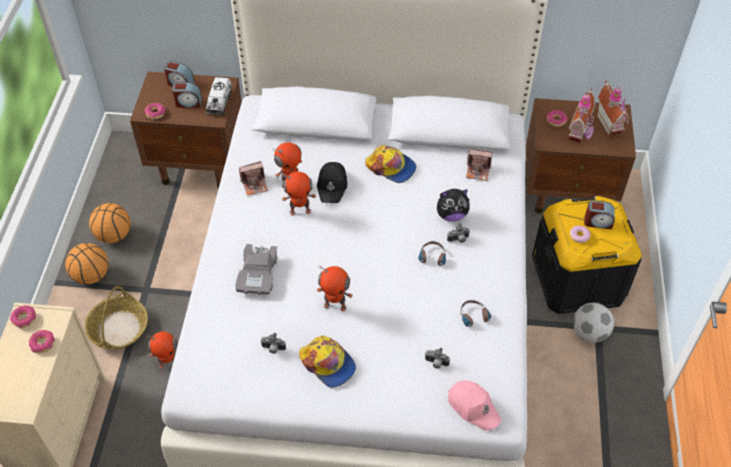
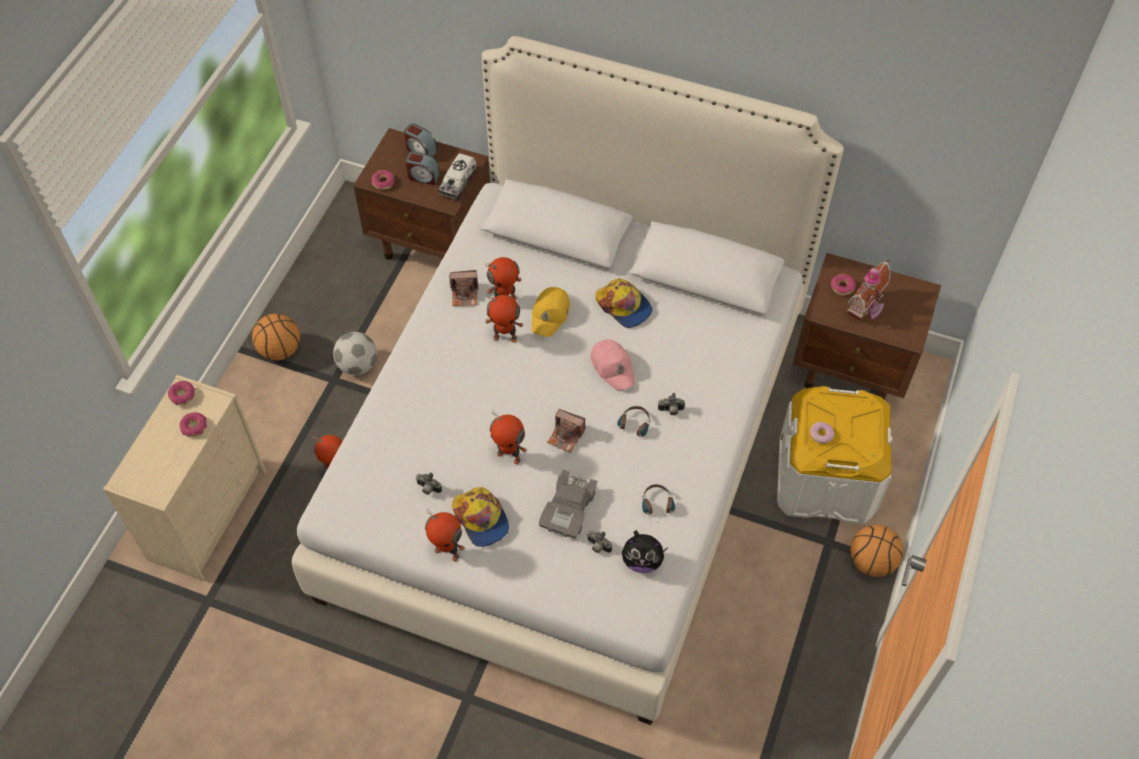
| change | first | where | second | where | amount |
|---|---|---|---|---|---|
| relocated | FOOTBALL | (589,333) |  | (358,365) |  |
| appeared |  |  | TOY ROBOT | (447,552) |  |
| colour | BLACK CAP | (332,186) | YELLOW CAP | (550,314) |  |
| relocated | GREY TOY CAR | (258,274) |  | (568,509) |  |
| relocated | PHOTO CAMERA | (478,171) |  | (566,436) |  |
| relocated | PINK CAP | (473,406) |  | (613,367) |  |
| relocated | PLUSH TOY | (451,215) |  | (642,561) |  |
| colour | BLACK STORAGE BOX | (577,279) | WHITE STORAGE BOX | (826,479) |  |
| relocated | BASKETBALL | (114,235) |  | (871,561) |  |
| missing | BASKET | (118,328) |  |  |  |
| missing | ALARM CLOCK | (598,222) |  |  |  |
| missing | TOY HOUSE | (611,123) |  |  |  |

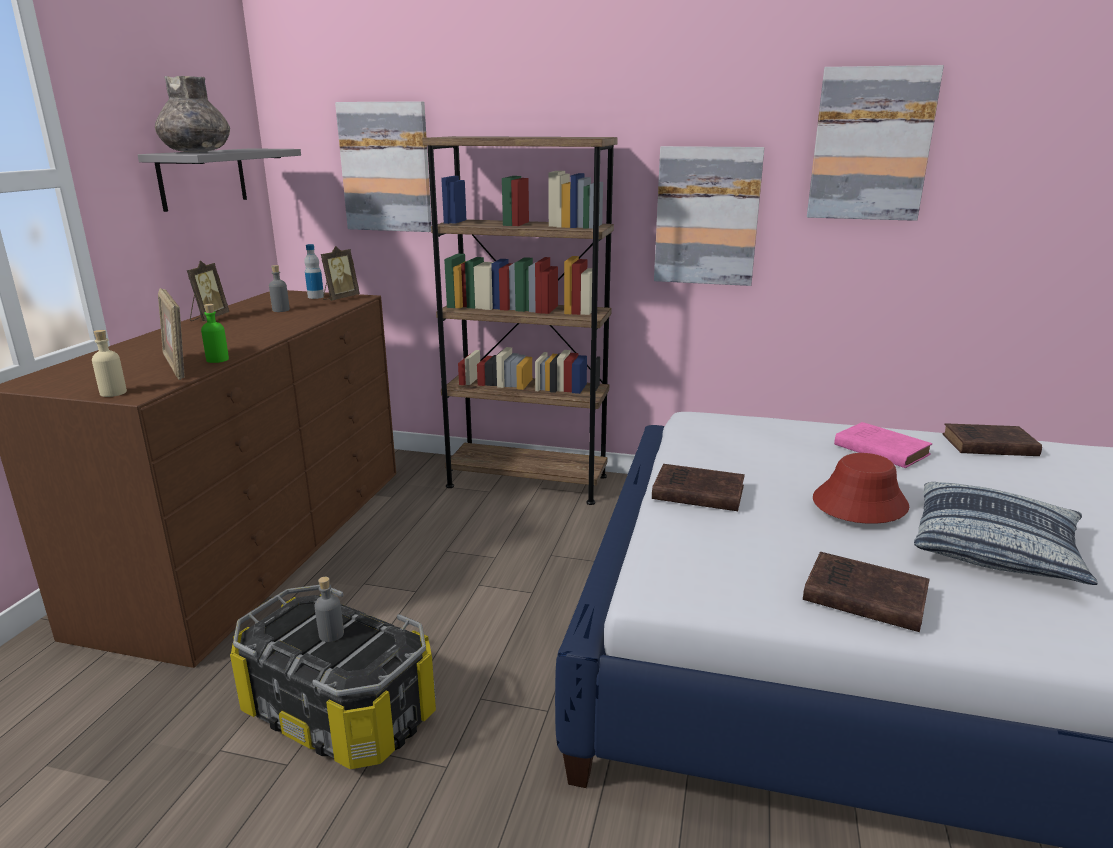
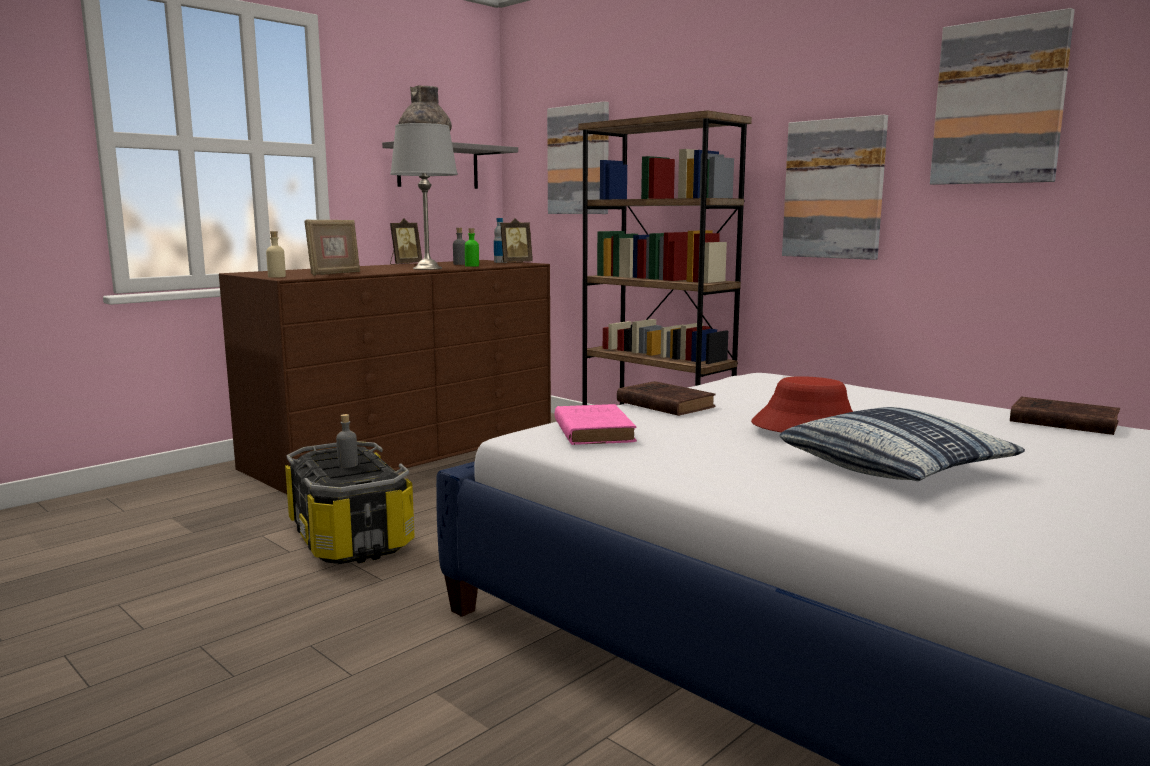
| change | first | where | second | where | amount |
|---|---|---|---|---|---|
| spun | PICTURE FRAME | (177,367) |  | (334,273) | 150 degrees counterclockwise |
| appeared |  |  | GREY TABLE LAMP | (427,268) |  |
| relocated | GREEN BOTTLE | (217,359) |  | (472,266) |  |
| relocated | PINK BOOK | (879,449) |  | (593,430) |  |
| missing | BROWN BOOK | (861,596) |  |  |  |

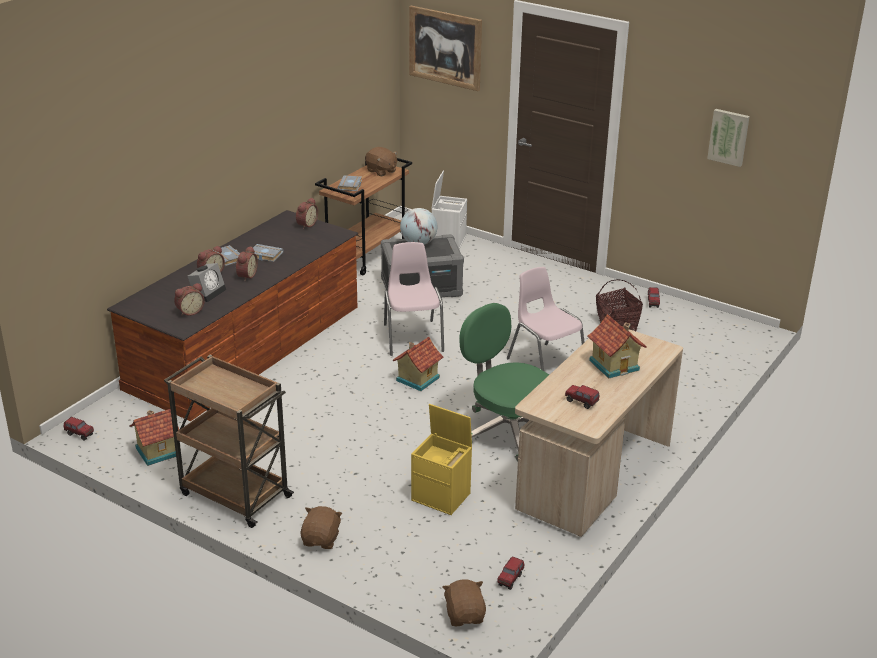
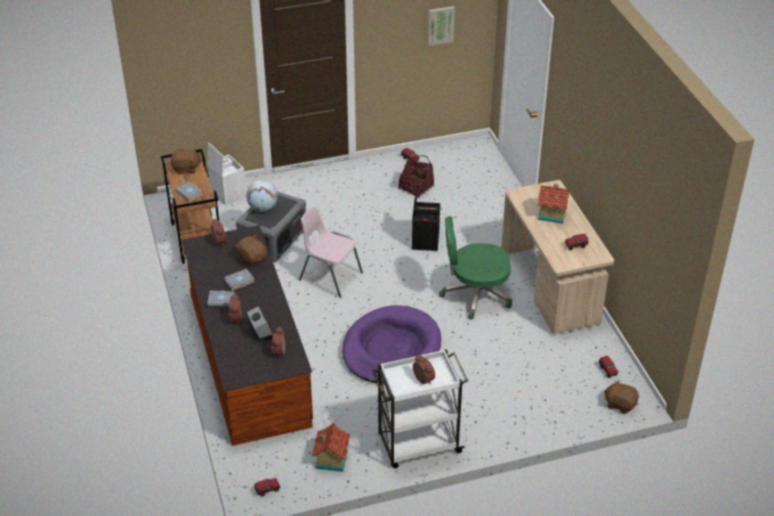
| change | first | where | second | where | amount |
|---|---|---|---|---|---|
| relocated | BROWN PLUSH TOY | (321,539) |  | (252,258) |  |
| appeared |  |  | PURPLE DOG BED | (391,349) |  |
| colour | BROWN CART | (234,494) | WHITE CART | (417,444) |  |
| exchanged | PINK CHAIR | (545,364) | BLACK STORAGE BOX | (425,240) |  |
| relocated | ALARM CLOCK | (246,276) |  | (422,379) |  |
| missing | TOY HOUSE | (416,379) |  |  |  |
| missing | PICTURE | (445,47) |  |  |  |
| missing | YELLOW STORAGE BOX | (442,496) |  |  |  |

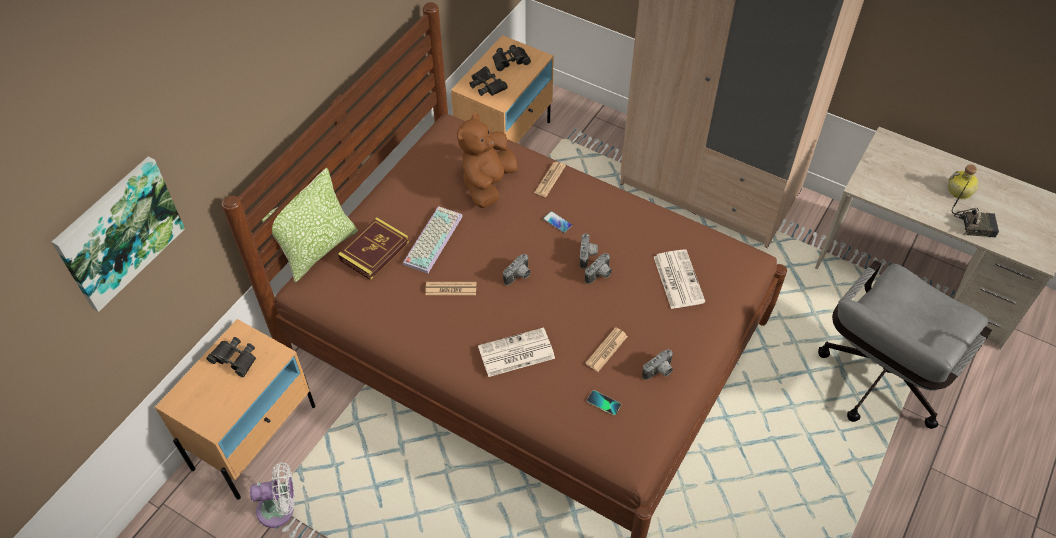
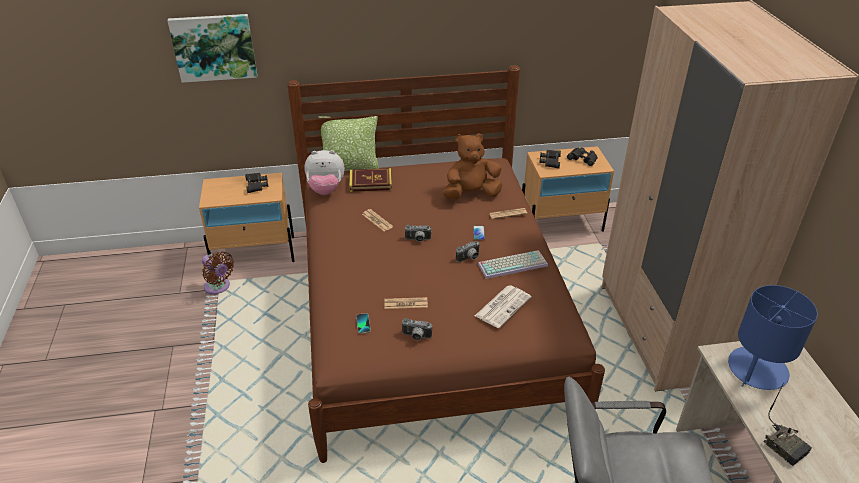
| change | first | where | second | where | amount |
|---|---|---|---|---|---|
| colour | WHITE FAN | (280,509) | BROWN FAN | (218,287) |  |
| appeared |  |  | PLUSH TOY | (326,190) |  |
| relocated | KEYBOARD | (432,238) |  | (513,264) |  |
| appeared |  |  | BLUE TABLE LAMP | (757,369) |  |
| missing | NEWSPAPER | (515,353) |  |  |  |
| missing | PHOTO CAMERA | (600,276) |  |  |  |
| missing | BOTTLE | (960,191) |  |  |  |

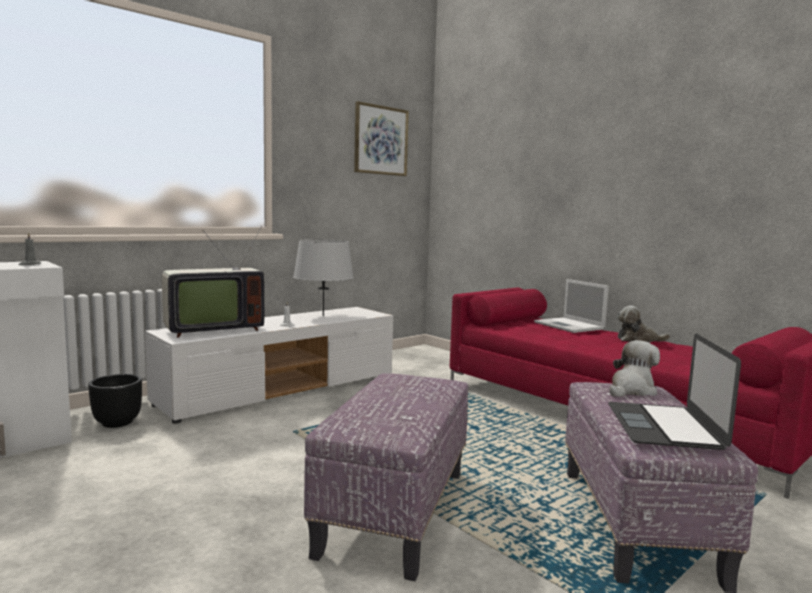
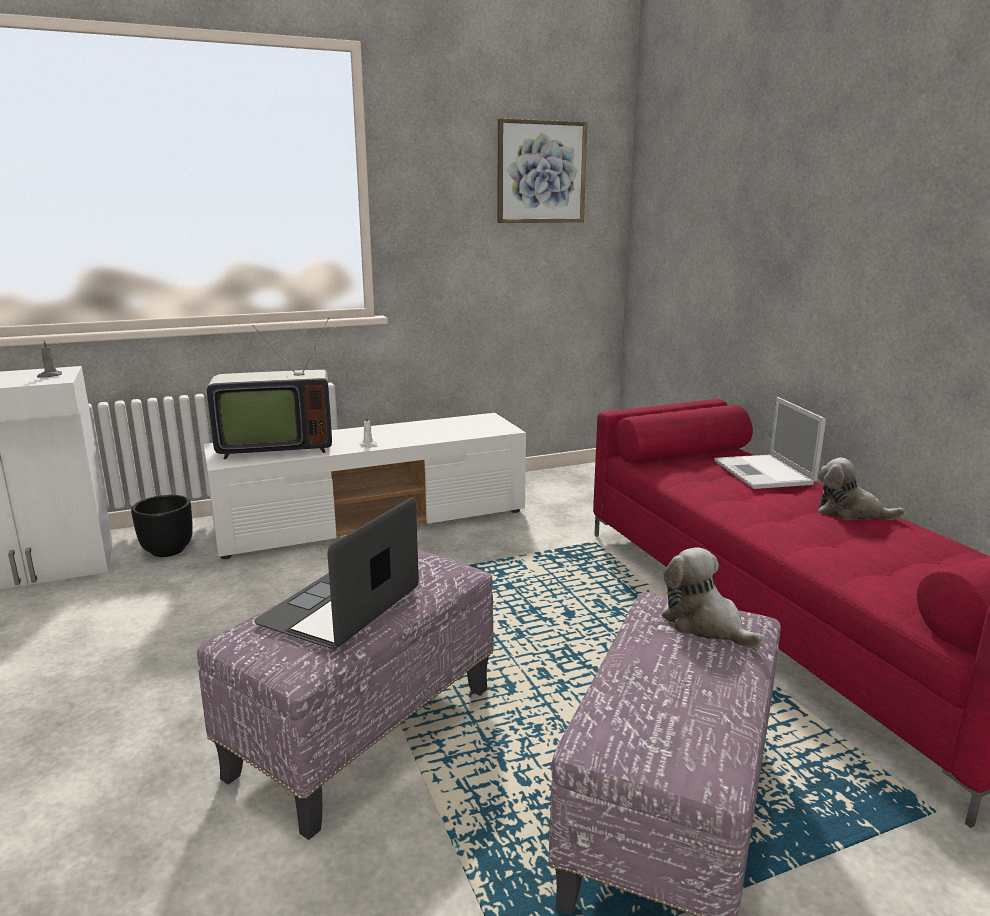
| change | first | where | second | where | amount |
|---|---|---|---|---|---|
| relocated | LAPTOP | (664,425) |  | (340,606) |  |
| spun | PLUSH TOY | (631,390) |  | (705,624) | 105 degrees counterclockwise |
| missing | GREY TABLE LAMP | (323,315) |  |  |  |

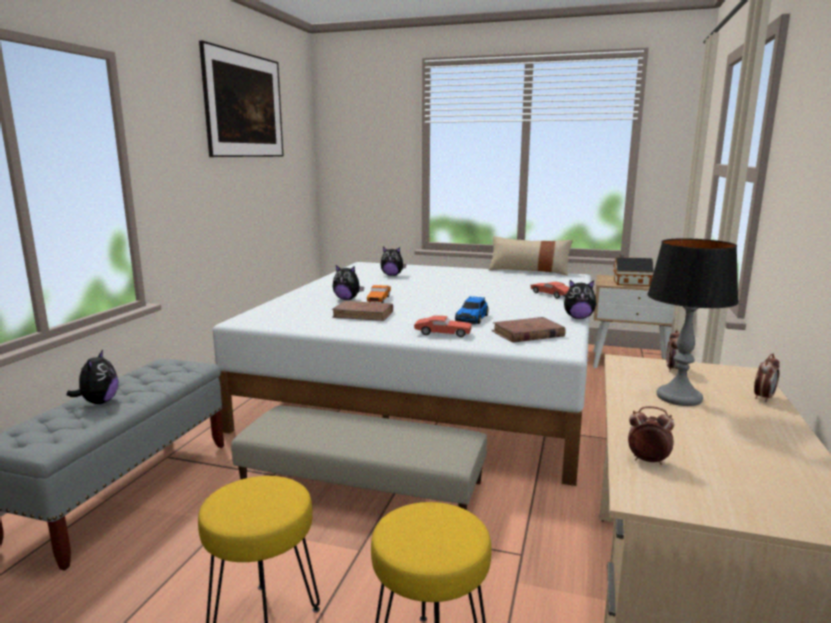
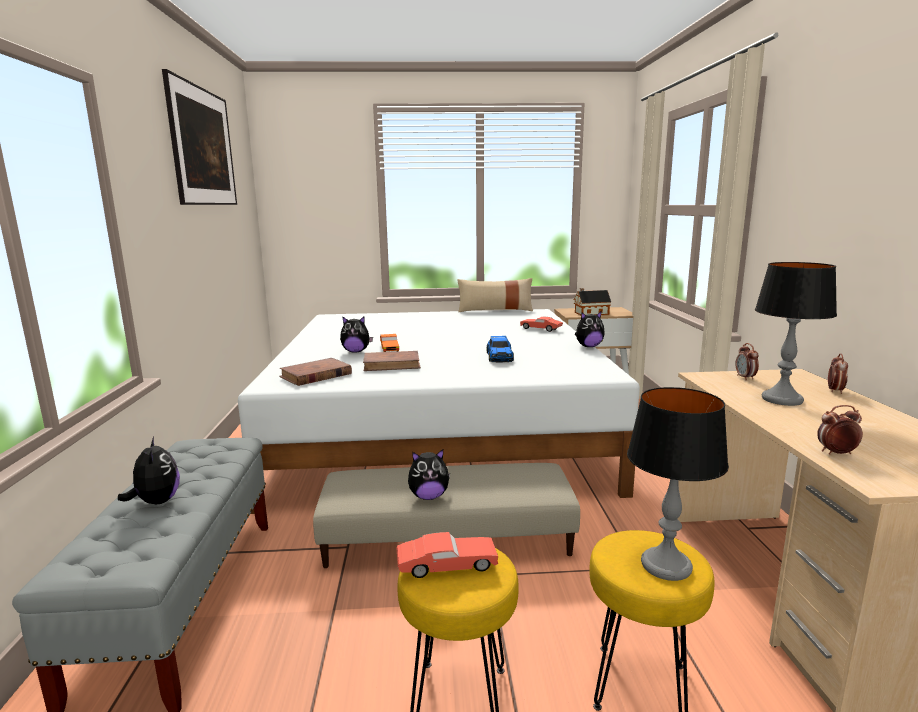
| change | first | where | second | where | amount |
|---|---|---|---|---|---|
| relocated | BROWN BOOK | (527,334) |  | (315,375) |  |
| relocated | RED TOY CAR | (442,334) |  | (446,566) |  |
| relocated | PLUSH TOY | (392,275) |  | (428,496) |  |
| appeared |  |  | TABLE LAMP | (665,565) |  |

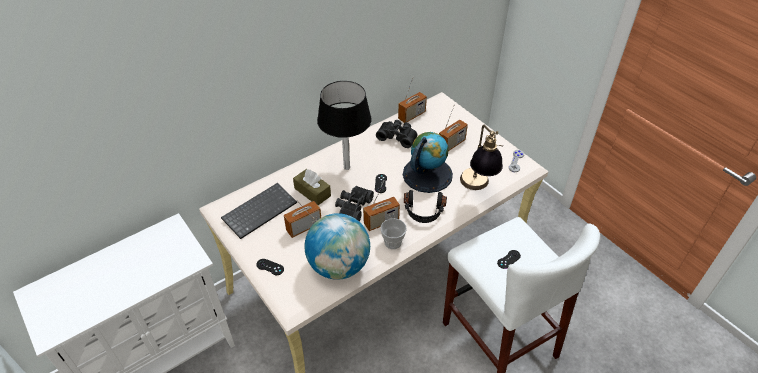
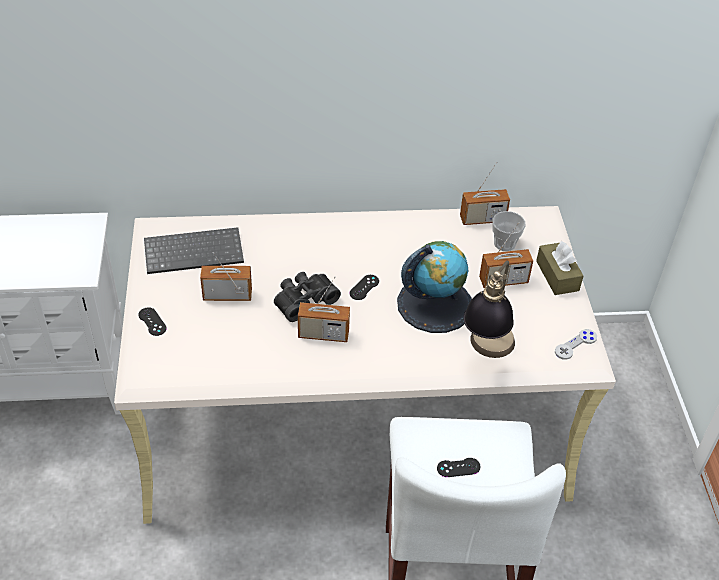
| change | first | where | second | where | amount |
|---|---|---|---|---|---|
| relocated | CUP | (393,242) |  | (504,243) |  |
| relocated | BROWN TISSUE BOX | (312,192) |  | (557,276) |  |
| missing | GLOBE | (339,266) |  |  |  |
| missing | BLACK TABLE LAMP | (347,167) |  |  |  |
| missing | BLACK BINOCULARS | (397,136) |  |  |  |
| missing | BLACK HEADPHONES | (424,212) |  |  |  |

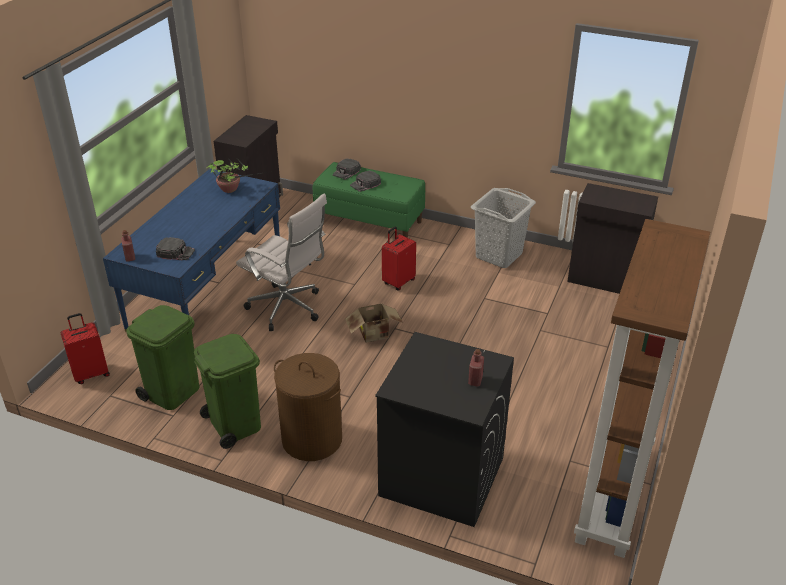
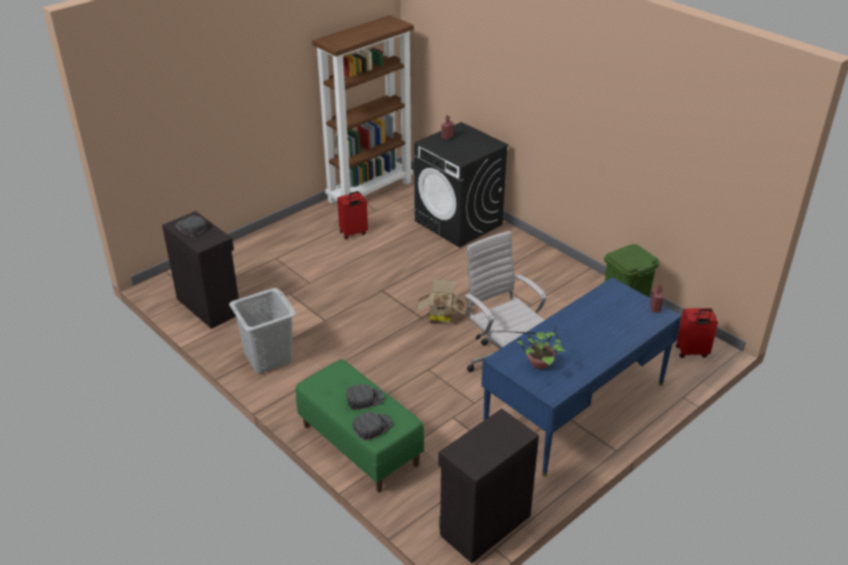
| change | first | where | second | where | amount |
|---|---|---|---|---|---|
| relocated | BLACK CAP | (176,252) |  | (190,227) |  |
| relocated | RED SUITCASE | (398,282) |  | (353,233) |  |
| missing | GREEN TRASH CAN | (234,424) |  |  |  |
| missing | BROWN LAUNDRY BASKET | (311,439) |  |  |  |

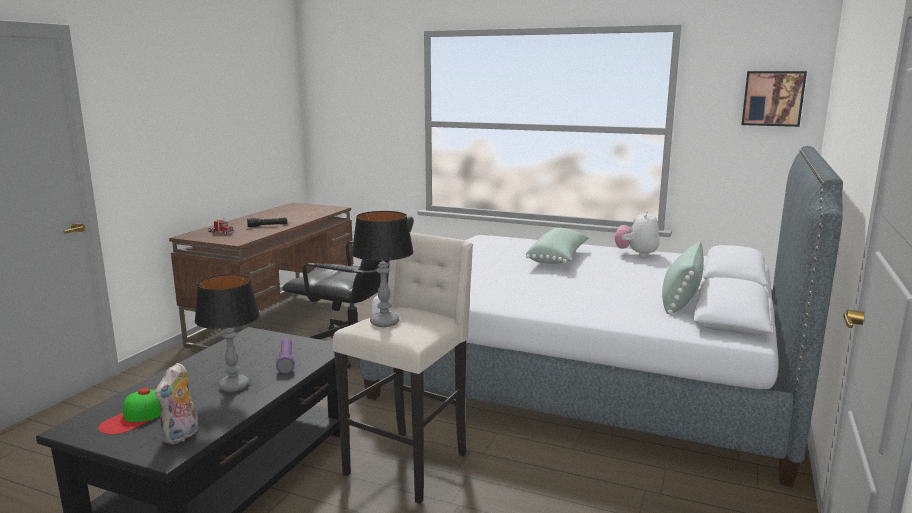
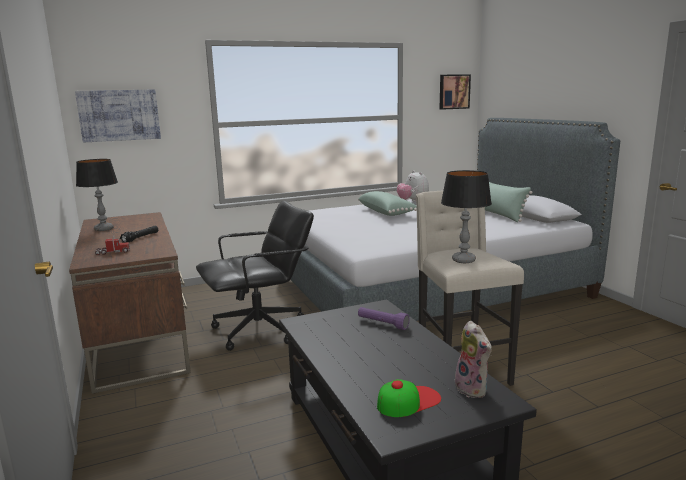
| change | first | where | second | where | amount |
|---|---|---|---|---|---|
| appeared |  |  | PICTURE | (119,115) |  |
| relocated | TABLE LAMP | (234,386) |  | (104,229) |  |
| spun | CAP | (134,418) |  | (408,401) | 105 degrees counterclockwise |

